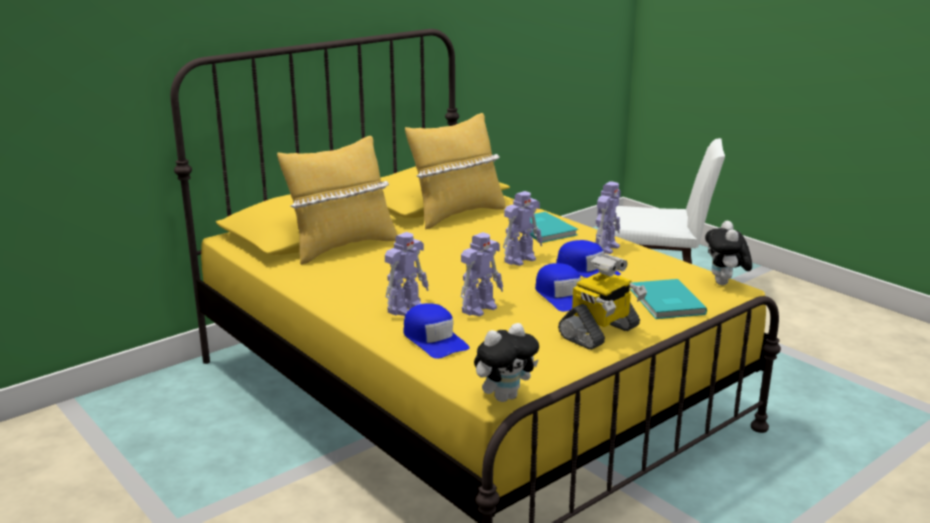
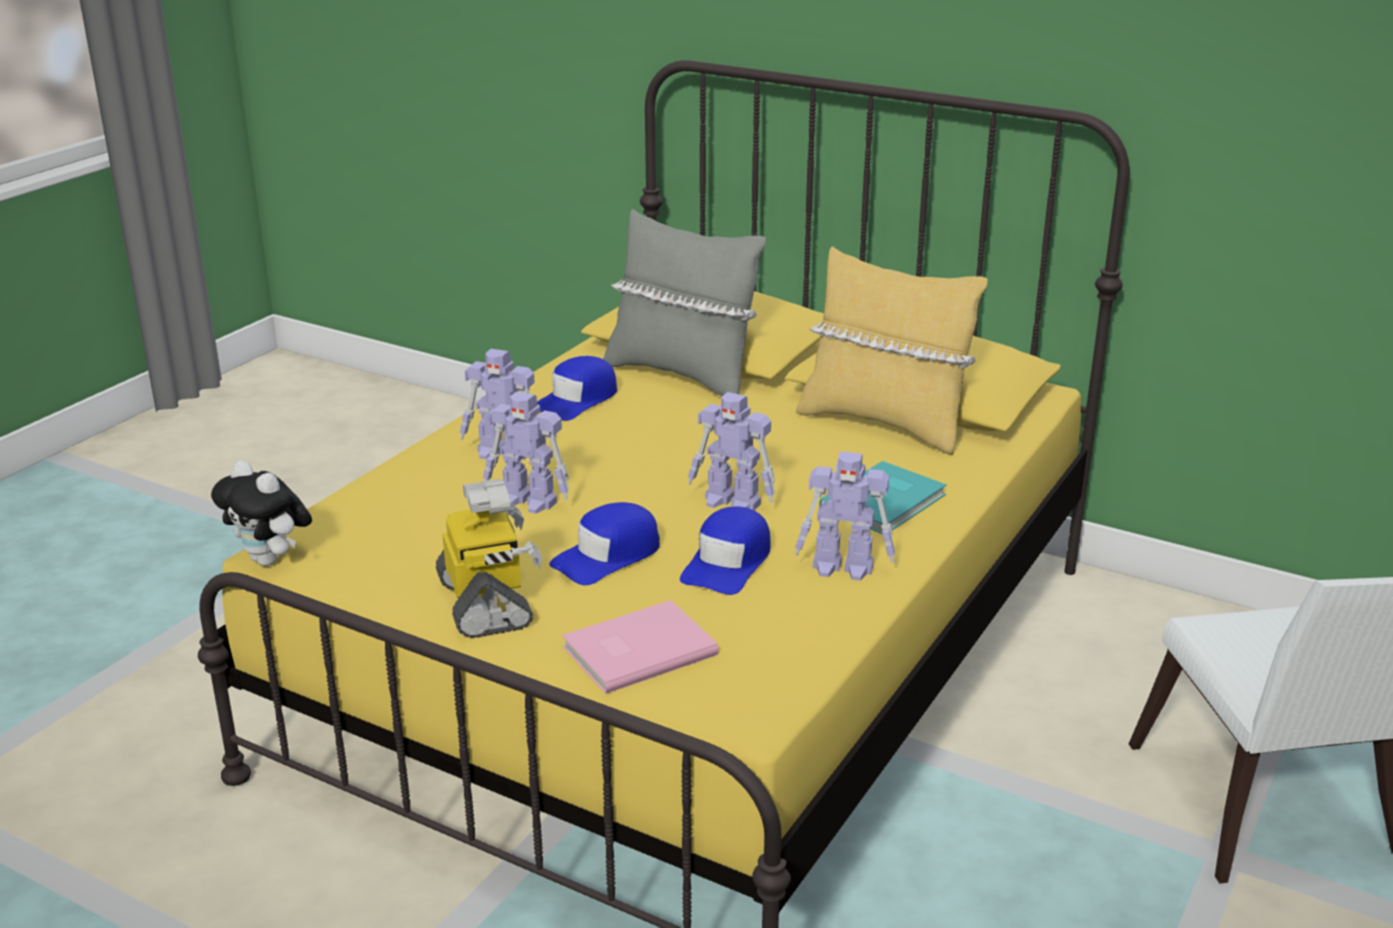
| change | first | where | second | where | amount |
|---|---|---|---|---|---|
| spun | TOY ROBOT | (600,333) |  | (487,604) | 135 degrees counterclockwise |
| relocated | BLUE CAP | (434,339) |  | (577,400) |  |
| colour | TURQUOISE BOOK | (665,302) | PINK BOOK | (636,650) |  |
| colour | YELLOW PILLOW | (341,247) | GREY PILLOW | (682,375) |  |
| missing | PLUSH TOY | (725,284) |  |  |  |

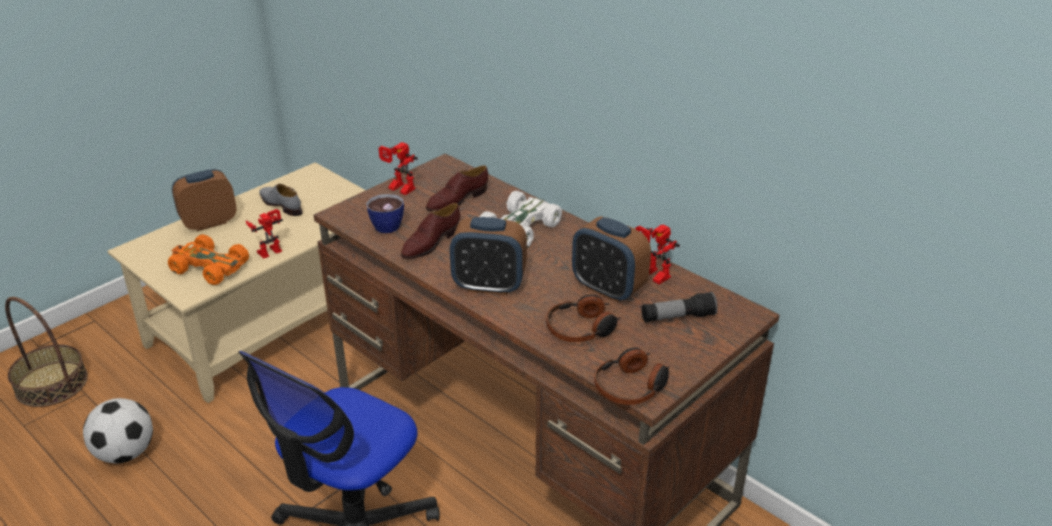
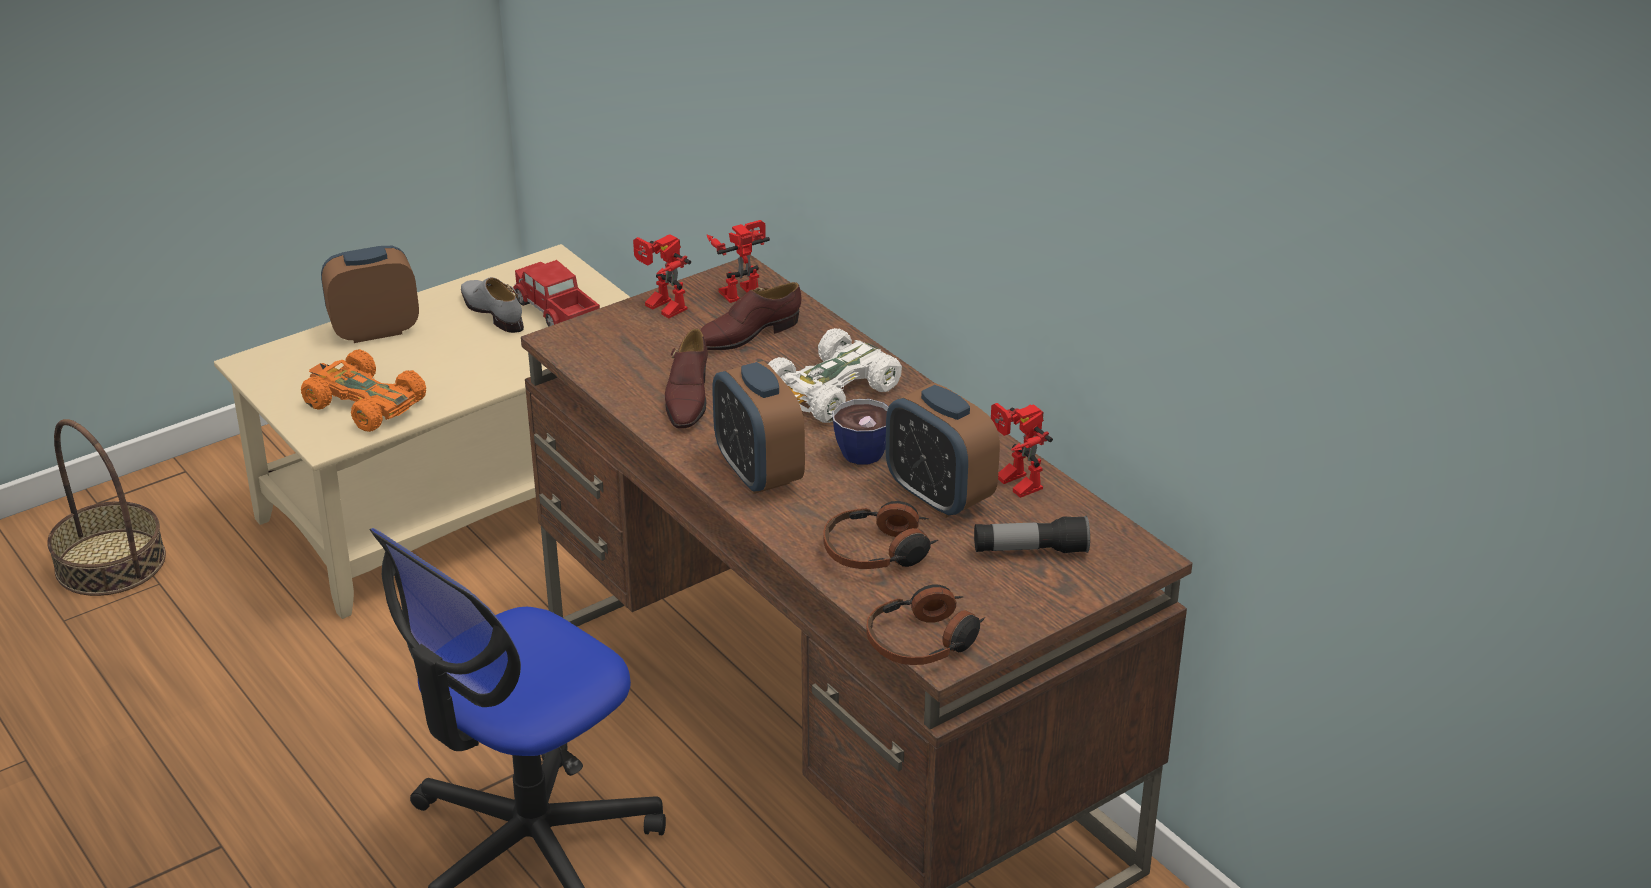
| change | first | where | second | where | amount |
|---|---|---|---|---|---|
| appeared |  |  | TOY TRUCK | (557,312) |  |
| spun | BROWN SHOE | (430,243) |  | (687,398) | 45 degrees counterclockwise |
| relocated | TOY ROBOT | (269,250) |  | (740,289) |  |
| spun | ALARM CLOCK | (489,285) |  | (758,473) | 45 degrees clockwise |
| relocated | CUP | (386,224) |  | (862,448) |  |
| missing | FOOTBALL | (126,453) |  |  |  |

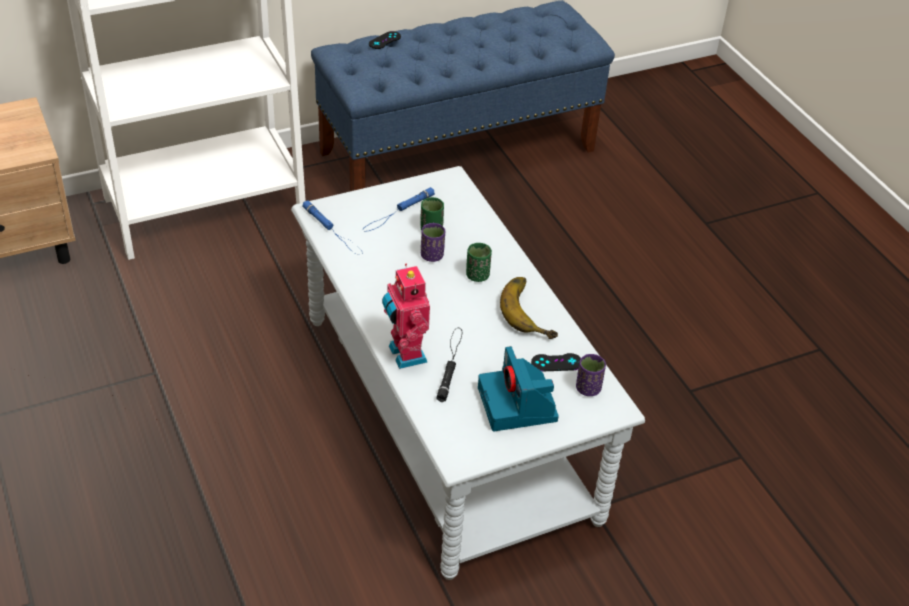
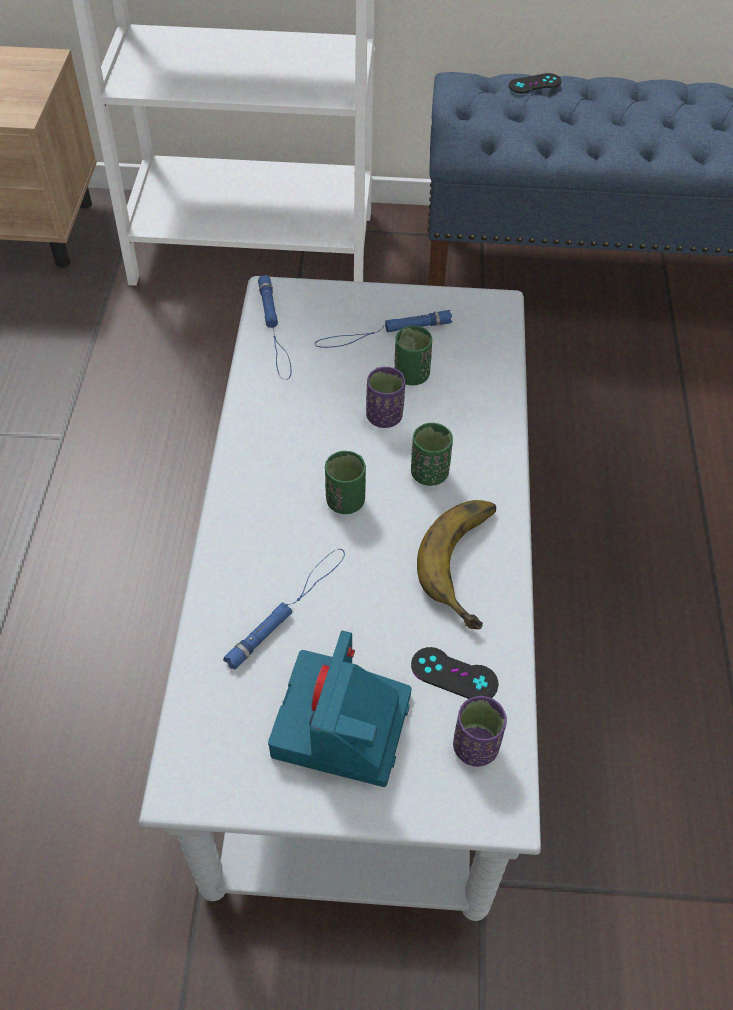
| change | first | where | second | where | amount |
|---|---|---|---|---|---|
| colour | BLACK FLASHLIGHT | (450,364) | BLUE FLASHLIGHT | (288,607) |  |
| appeared |  |  | GREEN CUP | (345,501) |  |
| missing | TOY ROBOT | (405,354) |  |  |  |

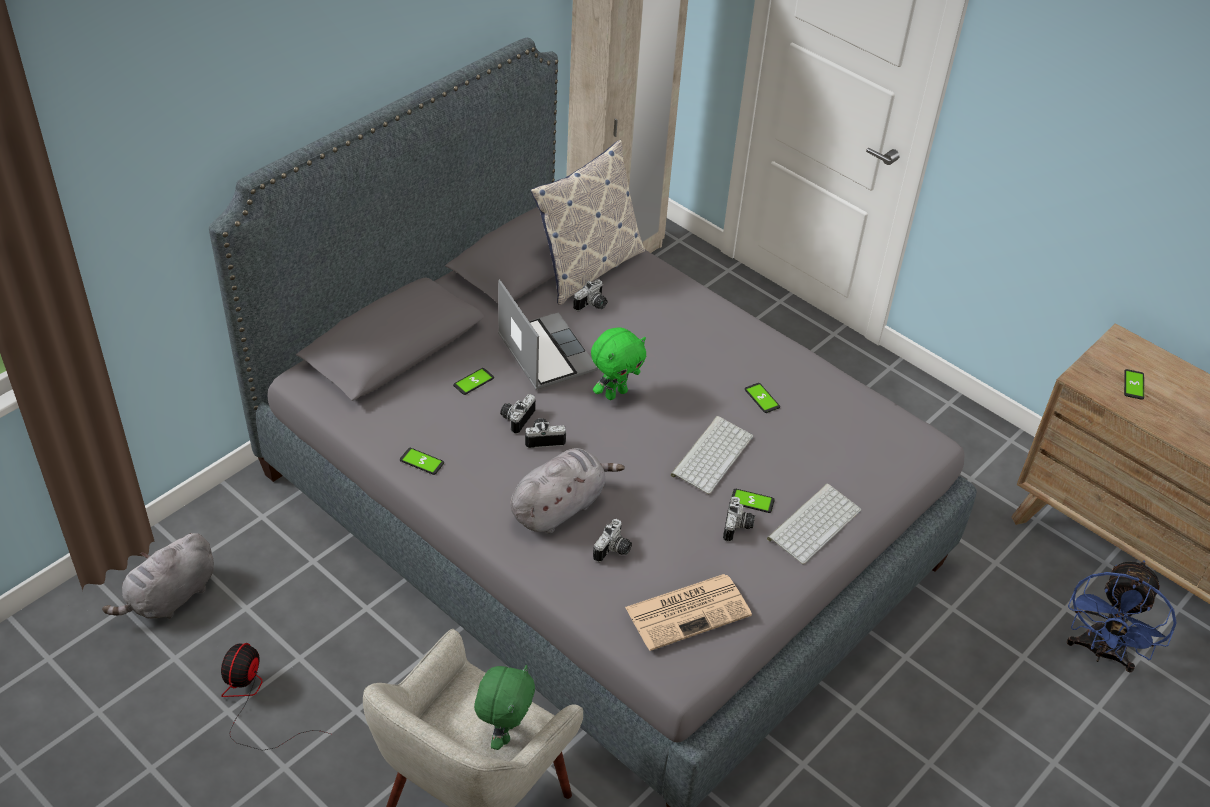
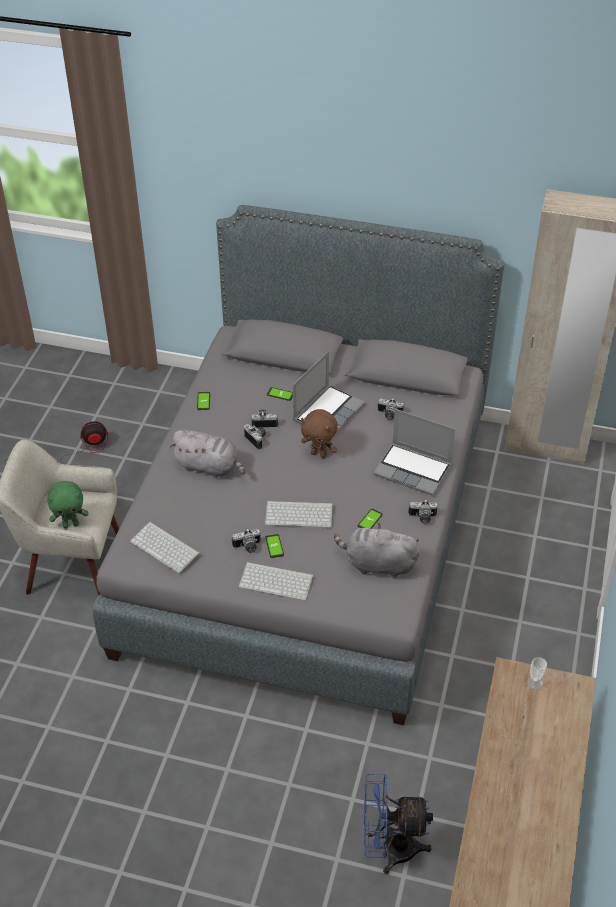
| change | first | where | second | where | amount |
|---|---|---|---|---|---|
| exchanged | NEWSPAPER | (689,611) | KEYBOARD | (166,547) |  |
| colour | GREEN PLUSH TOY | (615,393) | BROWN PLUSH TOY | (319,454) |  |
| relocated | GREY PLUSH TOY | (170,597) |  | (377,564) |  |
| appeared |  |  | LAPTOP | (414,470) |  |
| relocated | PHOTO CAMERA | (614,551) |  | (422,518) |  |
| appeared |  |  | CUP | (535,682) |  |
| missing | PILLOW | (588,268) |  |  |  |
| missing | PHONE | (1133,385) |  |  |  |

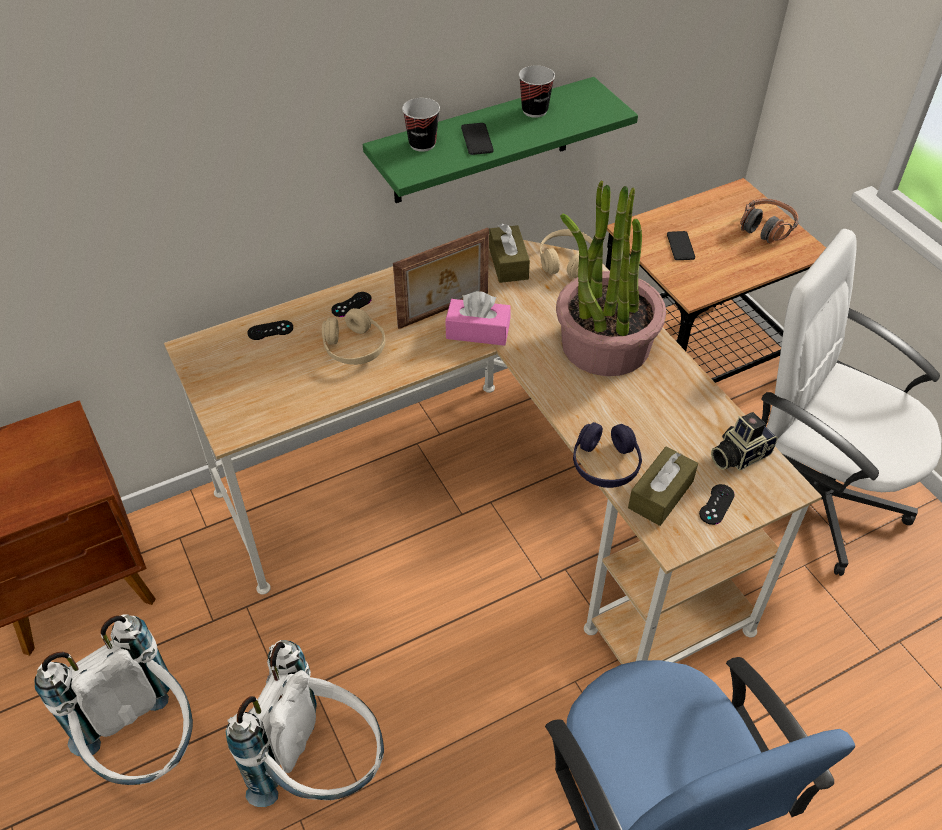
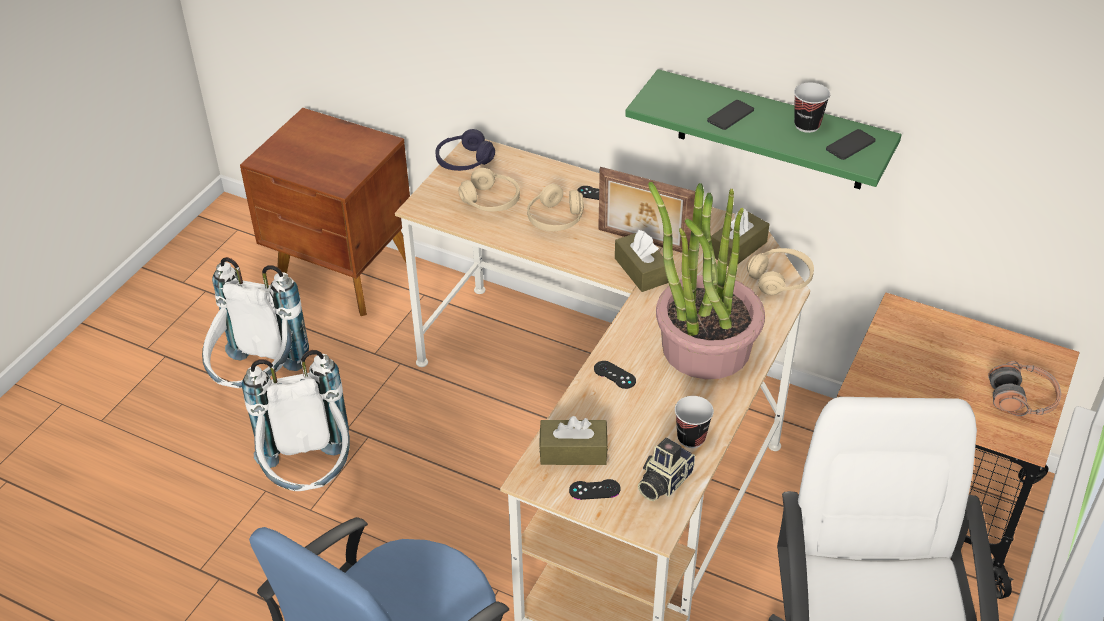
| change | first | where | second | where | amount |
|---|---|---|---|---|---|
| relocated | PURPLE HEADPHONES | (605,464) |  | (464,161) |  |
| appeared |  |  | BEIGE HEADPHONES | (491,200) |  |
| relocated | BLACK GAME CONTROLLER | (270,330) |  | (614,375) |  |
| colour | PINK TISSUE BOX | (478,331) | BROWN TISSUE BOX | (641,270) |  |
| spun | PHOTO CAMERA | (738,455) |  | (662,481) | 75 degrees counterclockwise |
| relocated | CUP | (422,144) |  | (691,438) |  |
| relocated | PHONE | (680,246) |  | (850,145) |  |

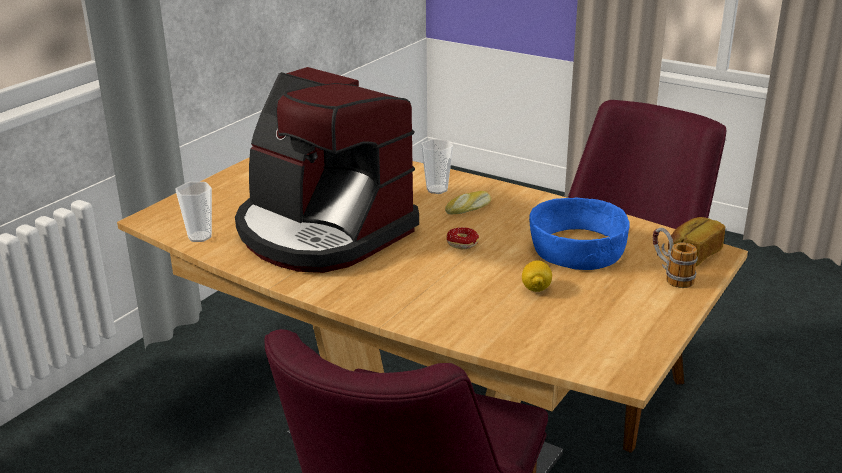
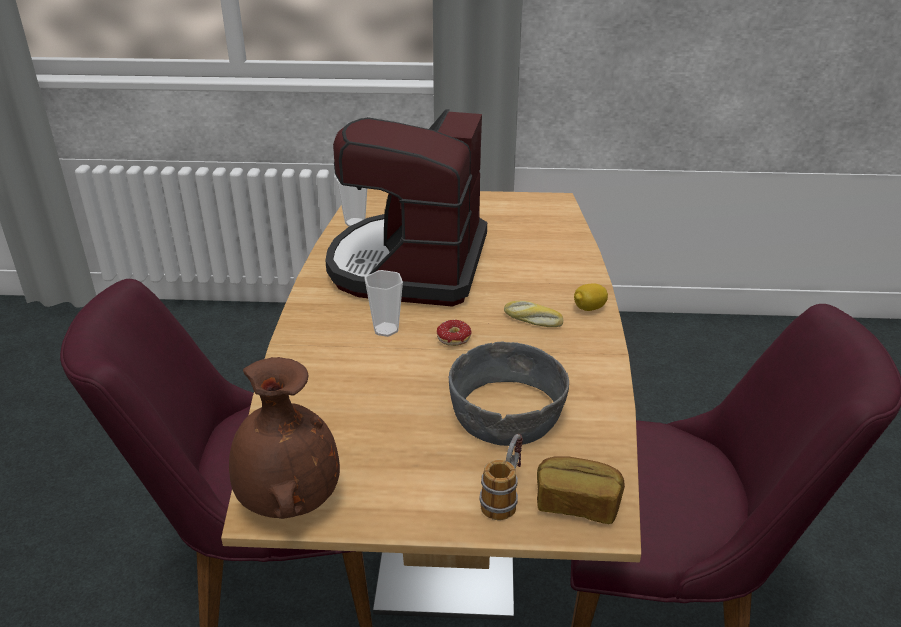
| change | first | where | second | where | amount |
|---|---|---|---|---|---|
| appeared |  |  | BROWN VASE | (287,499) |  |
| relocated | CUP | (437,189) |  | (386,329) |  |
| colour | BLUE BOWL | (575,250) | GREY BOWL | (506,410) |  |
| relocated | LEMON | (536,288) |  | (589,308) |  |

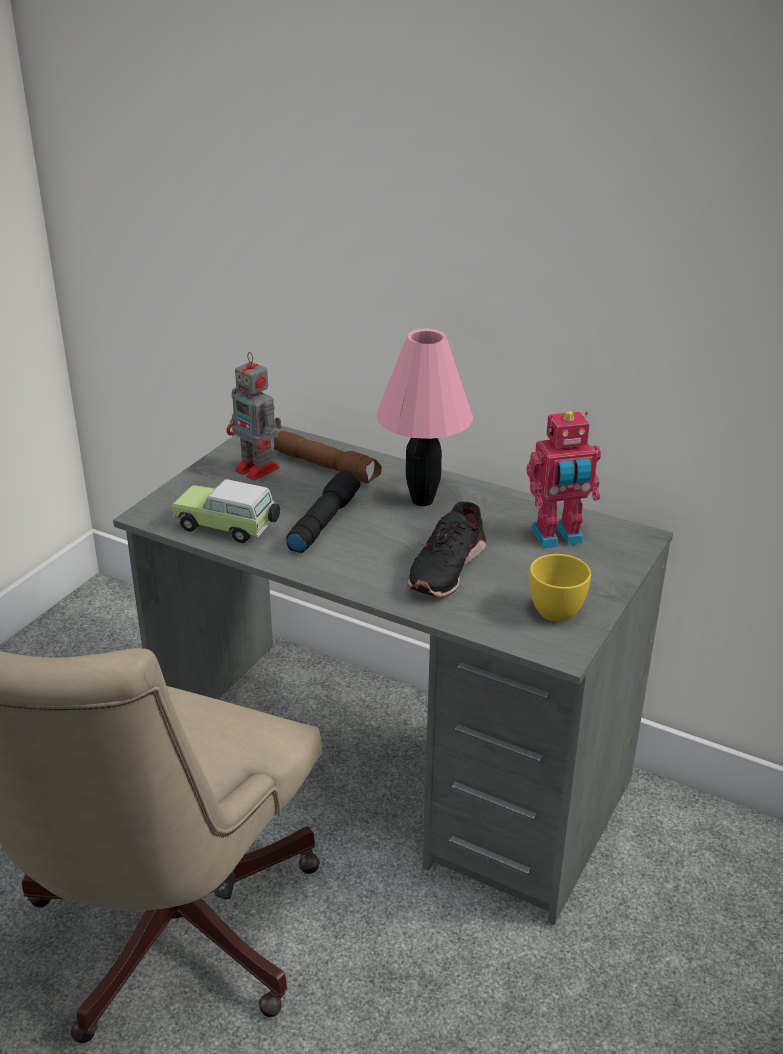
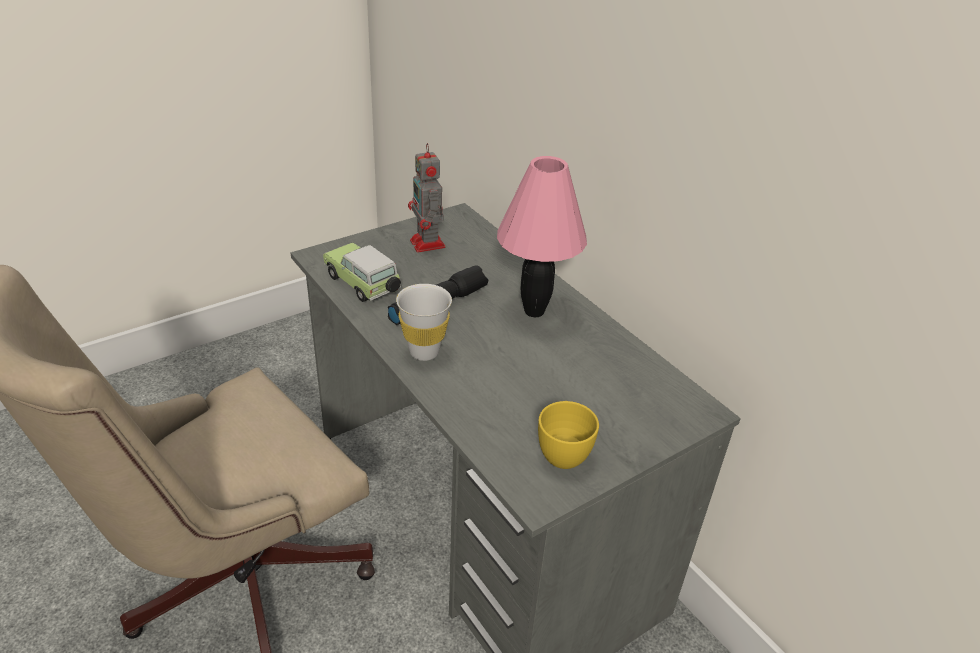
| change | first | where | second | where | amount |
|---|---|---|---|---|---|
| appeared |  |  | WHITE CUP | (424,352) |  |
| missing | BROWN FLASHLIGHT | (327,467) |  |  |  |
| missing | BLACK SHOE | (446,567) |  |  |  |
| missing | TOY ROBOT | (558,538) |  |  |  |

